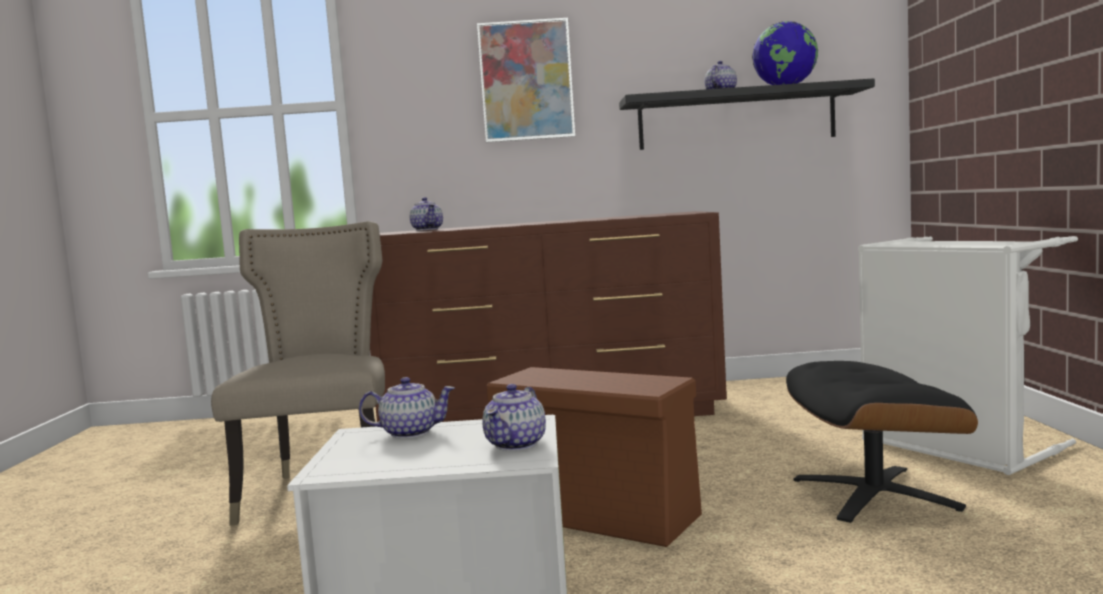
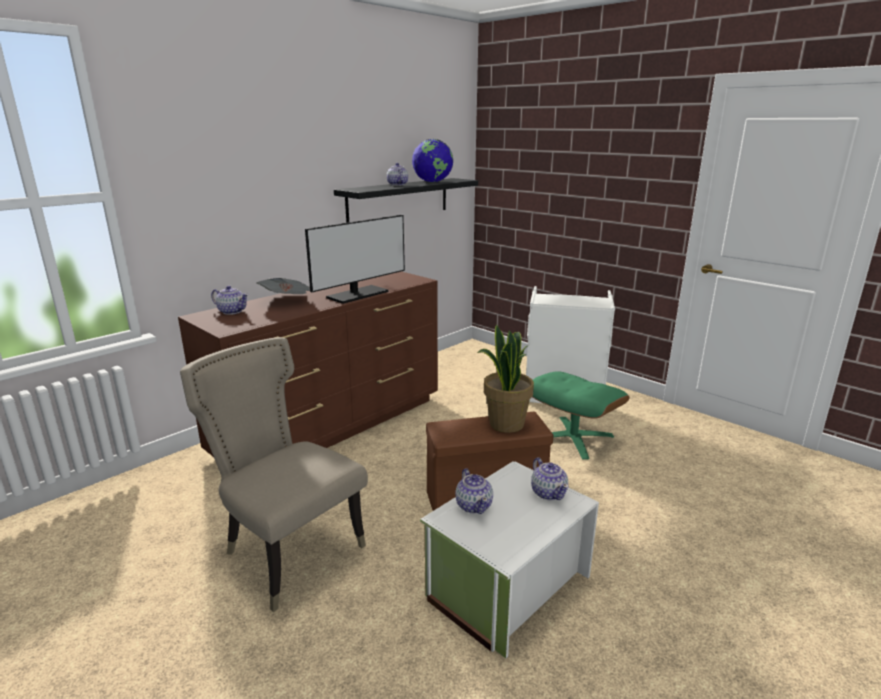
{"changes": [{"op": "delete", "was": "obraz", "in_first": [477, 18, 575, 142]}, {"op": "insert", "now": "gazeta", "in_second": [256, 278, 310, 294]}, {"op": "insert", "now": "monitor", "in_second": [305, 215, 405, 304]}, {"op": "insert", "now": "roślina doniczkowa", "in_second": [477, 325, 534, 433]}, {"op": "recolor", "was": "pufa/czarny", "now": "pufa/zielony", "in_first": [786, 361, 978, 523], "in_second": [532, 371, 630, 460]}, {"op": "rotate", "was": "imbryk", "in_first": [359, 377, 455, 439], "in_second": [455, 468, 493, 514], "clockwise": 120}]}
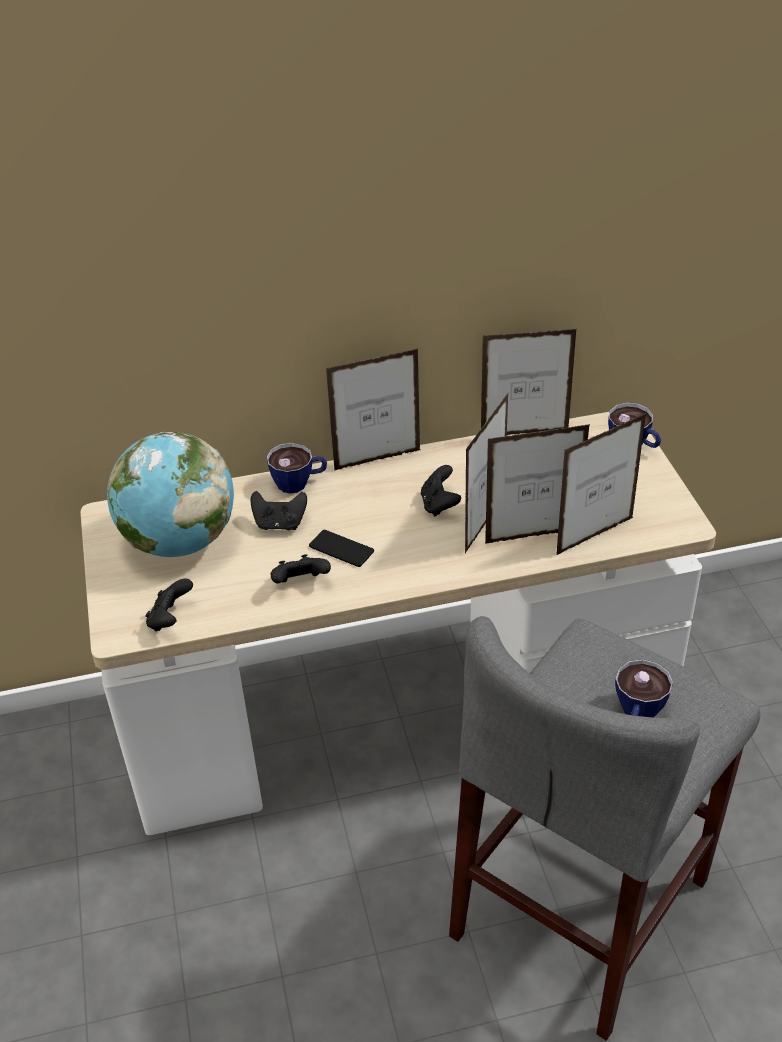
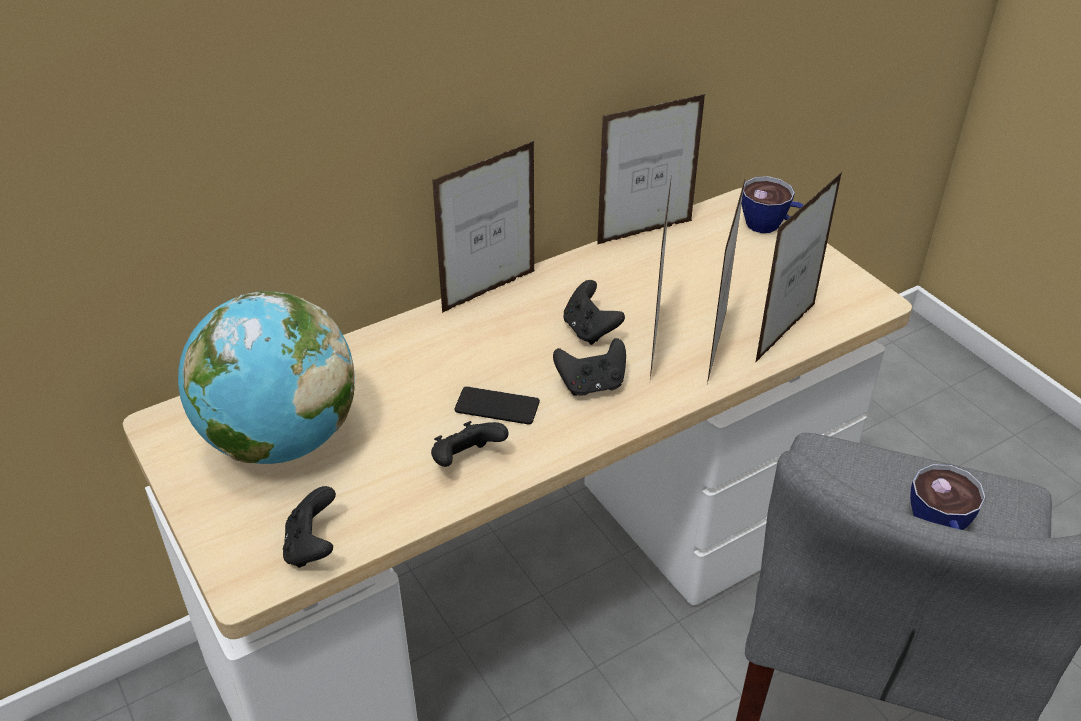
{"changes": [{"op": "delete", "was": "filiżanka", "in_first": [267, 443, 327, 494]}, {"op": "move", "was": "pad do gier/czarny", "in_first": [250, 491, 307, 530], "in_second": [553, 338, 626, 396]}, {"op": "rotate", "was": "ramka na zdjęcie", "in_first": [485, 424, 590, 544], "in_second": [707, 180, 745, 383], "clockwise": 135}]}
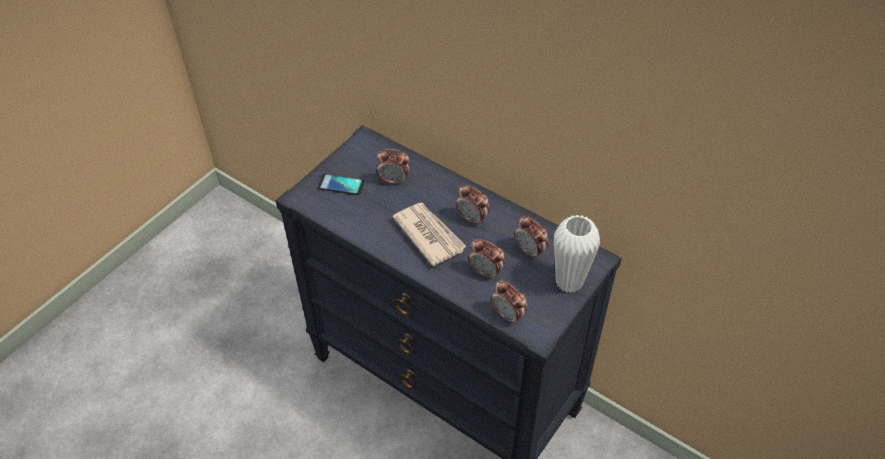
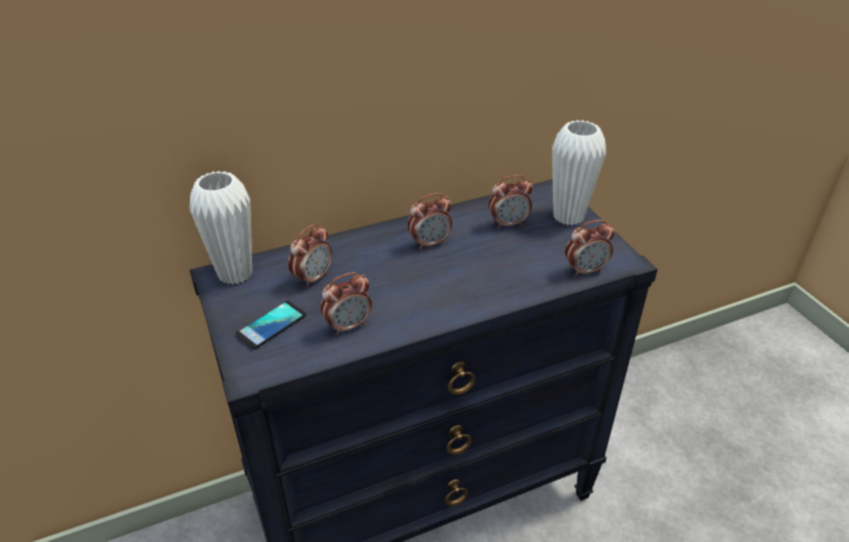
{"changes": [{"op": "delete", "was": "gazeta", "in_first": [393, 203, 467, 266]}, {"op": "insert", "now": "wazon/biały", "in_second": [190, 171, 252, 285]}, {"op": "move", "was": "budzik", "in_first": [468, 239, 505, 280], "in_second": [320, 272, 372, 336]}]}
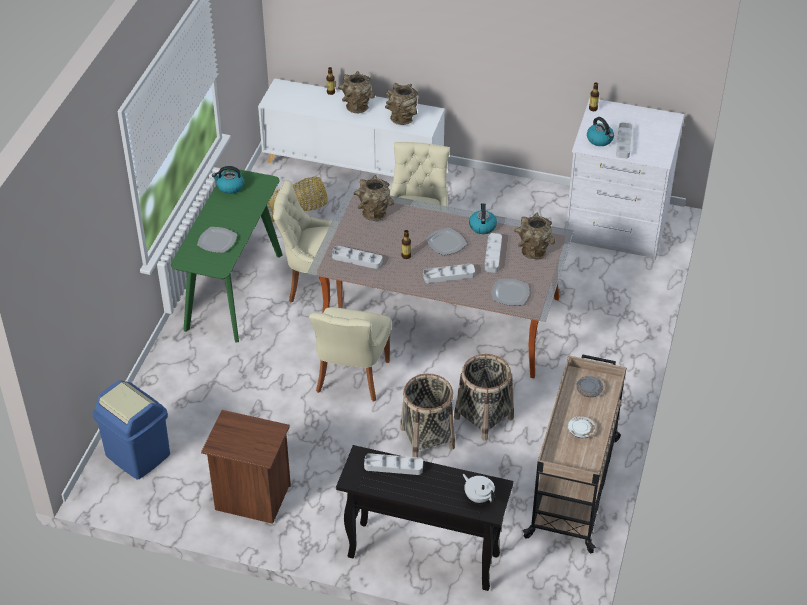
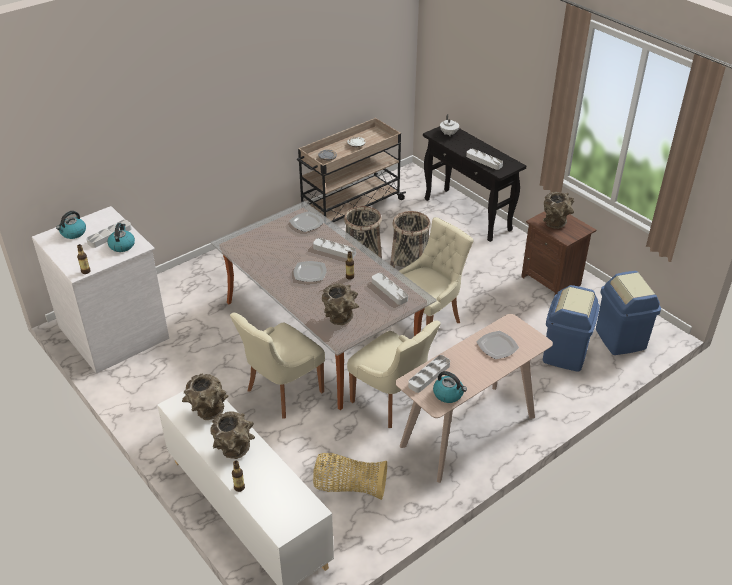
{"changes": [{"op": "insert", "now": "kosz na śmieci/niebieski", "in_second": [543, 285, 600, 372]}, {"op": "move", "was": "czajnik", "in_first": [469, 203, 497, 234], "in_second": [56, 211, 86, 239]}, {"op": "move", "was": "taca/szary", "in_first": [484, 233, 502, 273], "in_second": [408, 355, 450, 393]}, {"op": "move", "was": "wazon/brązowy", "in_first": [514, 213, 555, 260], "in_second": [543, 192, 574, 229]}, {"op": "recolor", "was": "stolik konsolowy/zielony", "now": "stolik konsolowy/beżowy", "in_first": [171, 169, 283, 343], "in_second": [395, 314, 553, 483]}]}
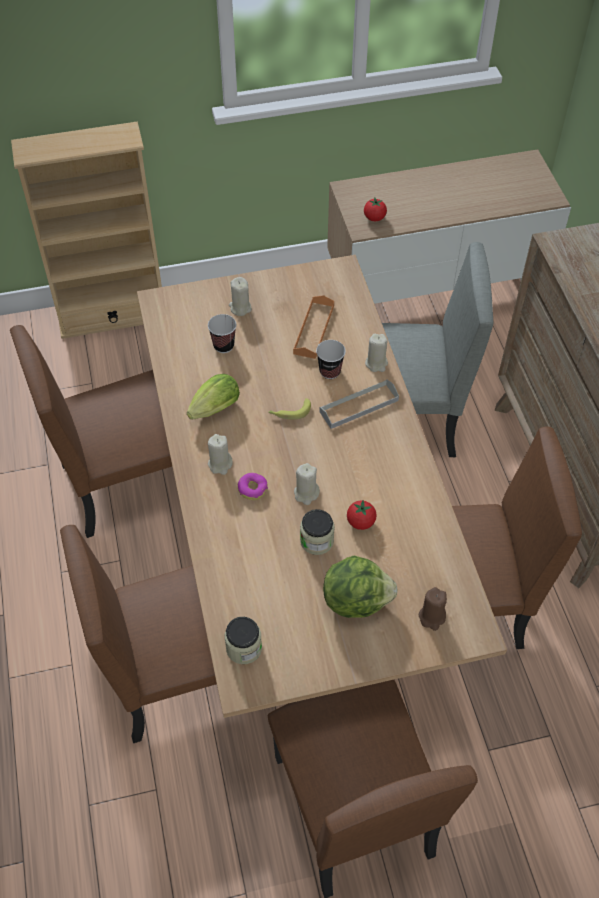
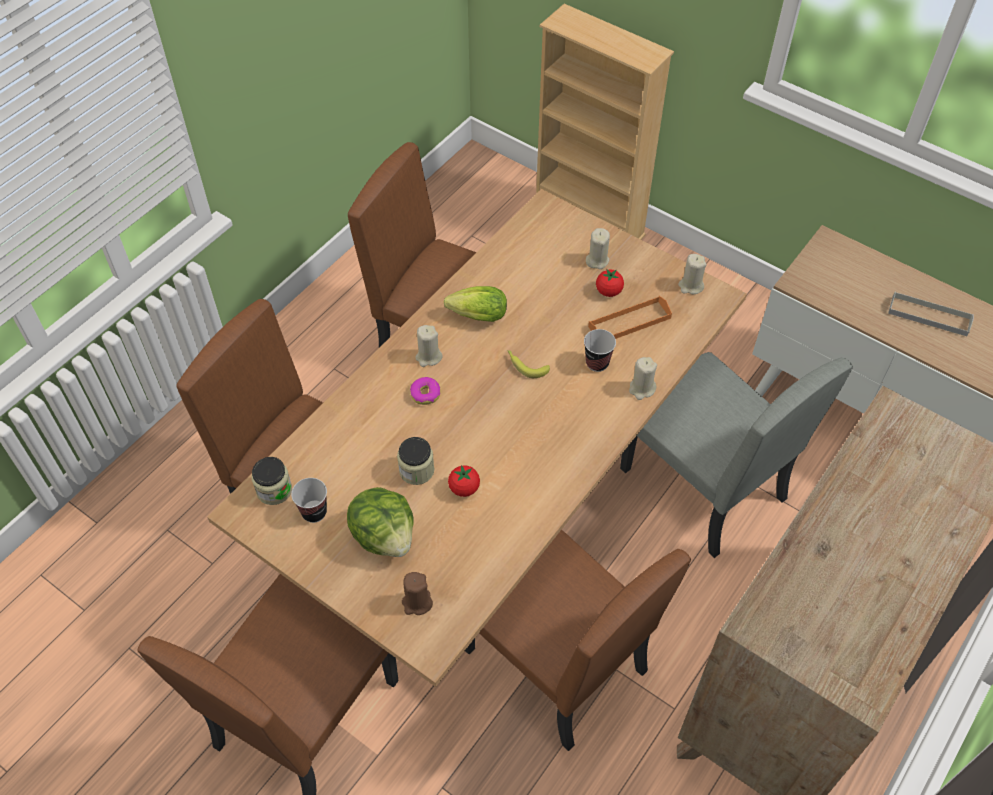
{"changes": [{"op": "move", "was": "filiżanka", "in_first": [208, 314, 236, 353], "in_second": [291, 478, 327, 523]}, {"op": "move", "was": "świeca/beżowy", "in_first": [294, 463, 320, 505], "in_second": [678, 254, 706, 294]}, {"op": "move", "was": "taca/szary", "in_first": [319, 379, 399, 429], "in_second": [888, 291, 974, 336]}, {"op": "move", "was": "pomidor", "in_first": [364, 197, 387, 221], "in_second": [596, 269, 624, 297]}]}
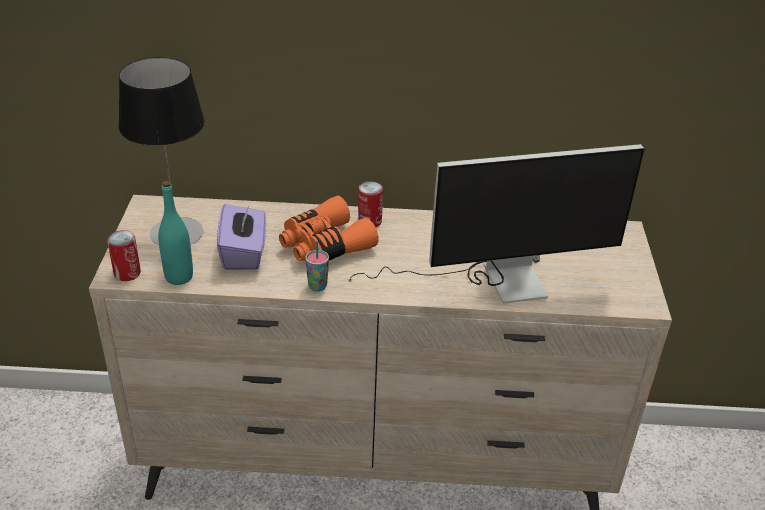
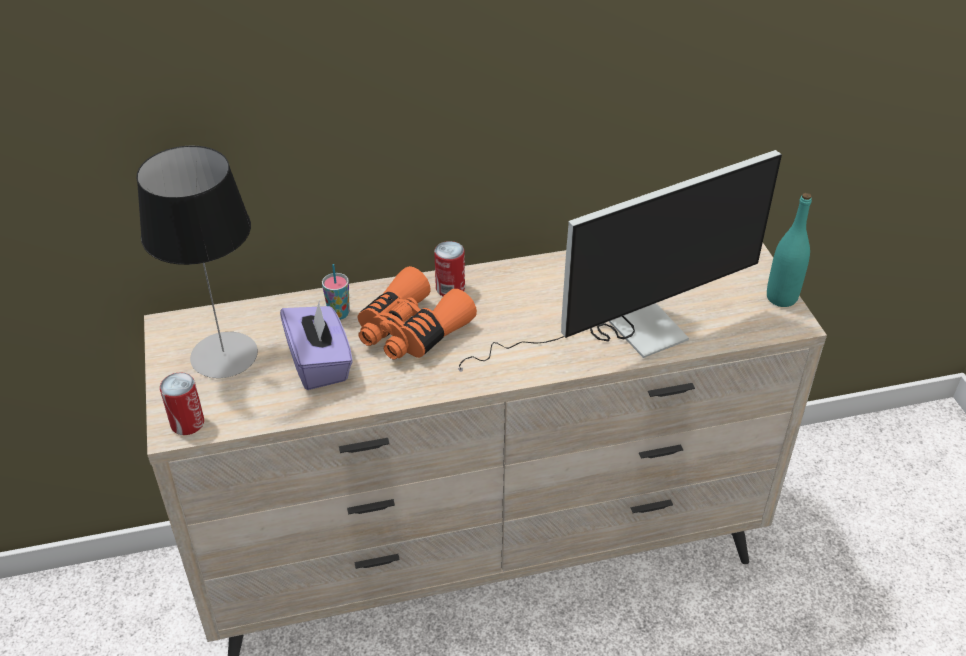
{"changes": [{"op": "move", "was": "butelka/turkusowy", "in_first": [158, 181, 193, 285], "in_second": [767, 193, 812, 307]}, {"op": "move", "was": "filiżanka", "in_first": [305, 241, 329, 292], "in_second": [322, 264, 350, 320]}]}
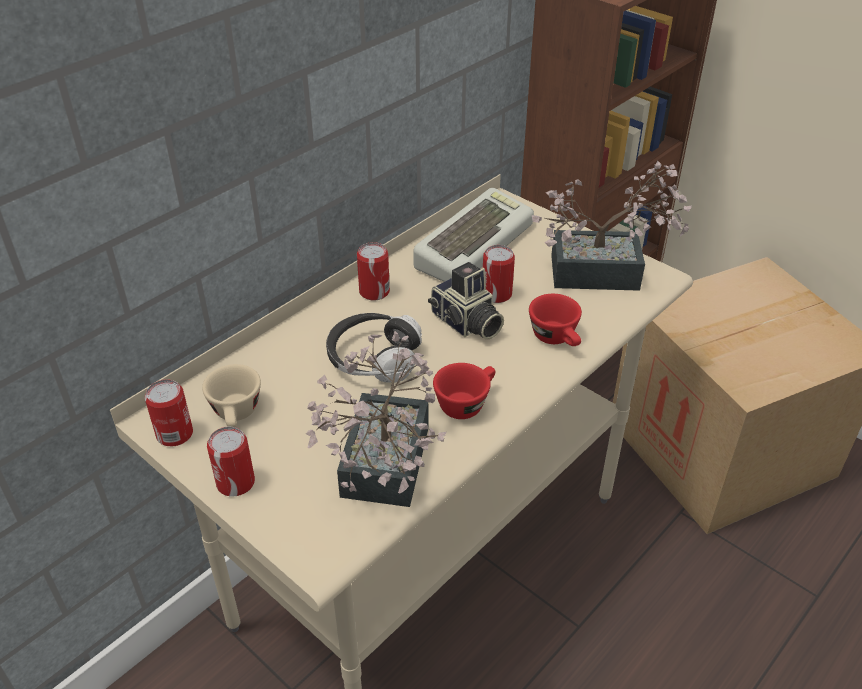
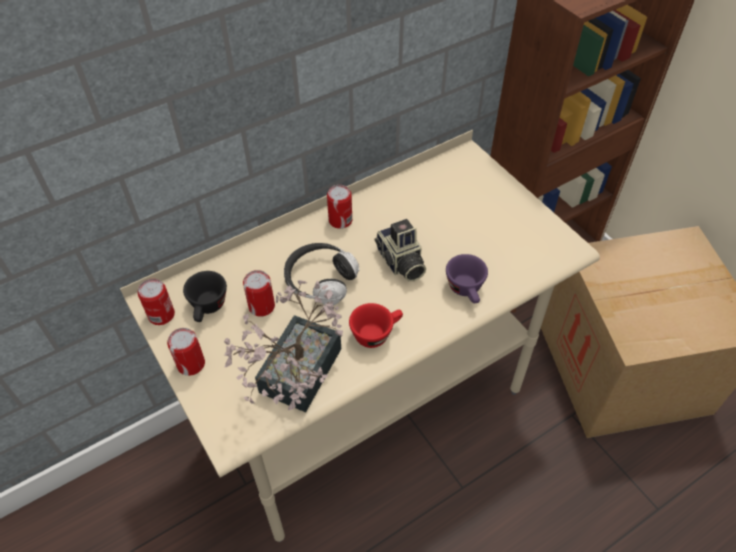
{"changes": [{"op": "delete", "was": "klawiatura", "in_first": [414, 188, 534, 282]}, {"op": "delete", "was": "roślina doniczkowa", "in_first": [532, 161, 692, 291]}, {"op": "move", "was": "puszka", "in_first": [483, 245, 515, 303], "in_second": [243, 270, 275, 317]}, {"op": "recolor", "was": "filiżanka/beżowy", "now": "filiżanka/czarny", "in_first": [202, 364, 261, 427], "in_second": [183, 271, 227, 322]}, {"op": "recolor", "was": "filiżanka/czerwony", "now": "filiżanka/fioletowy", "in_first": [529, 294, 582, 346], "in_second": [446, 254, 488, 303]}]}
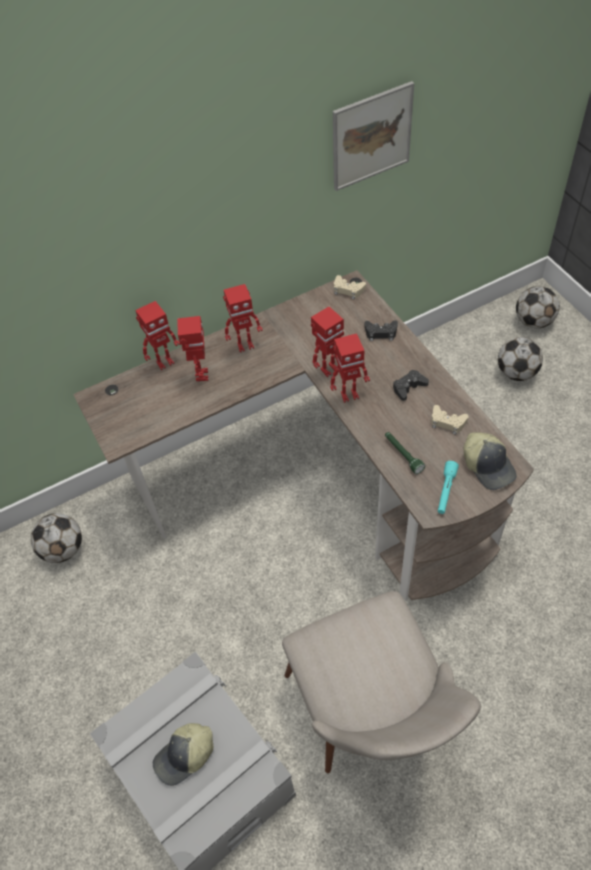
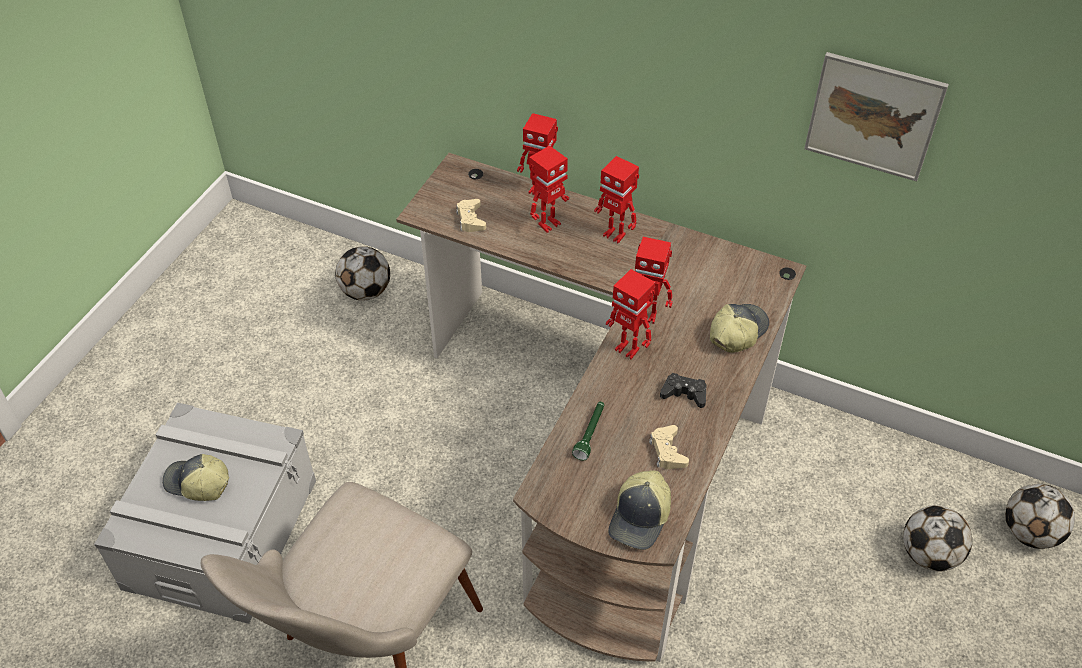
{"changes": [{"op": "delete", "was": "latarka/turkusowy", "in_first": [438, 461, 459, 514]}, {"op": "move", "was": "pad do gier/beżowy", "in_first": [334, 275, 366, 300], "in_second": [456, 199, 486, 232]}, {"op": "replace", "was": "pad do gier/czarny", "now": "czapka z daszkiem", "in_first": [364, 320, 398, 341], "in_second": [710, 304, 769, 353]}]}
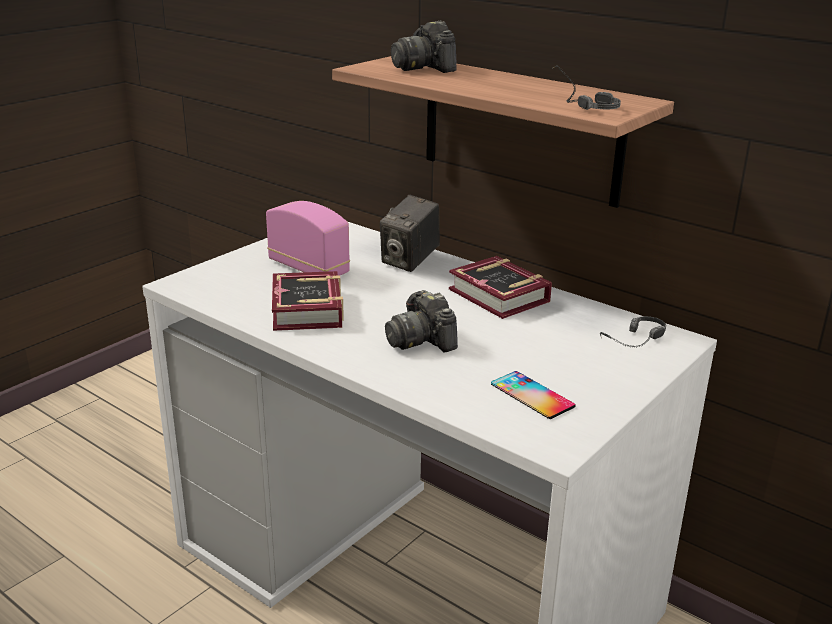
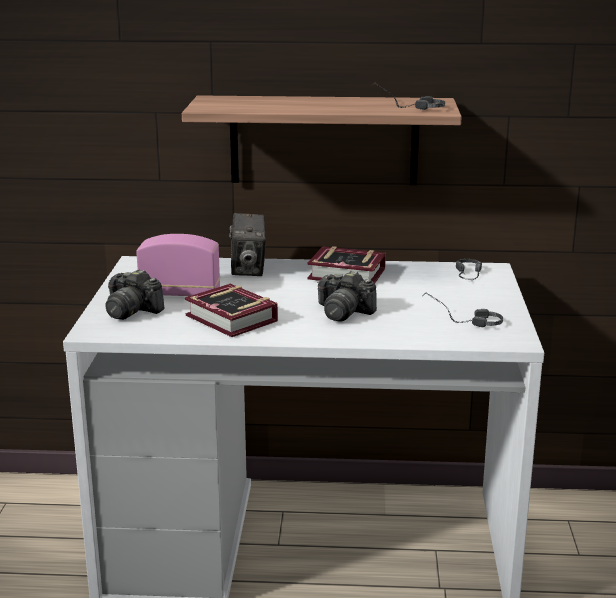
{"changes": [{"op": "move", "was": "aparat fotograficzny", "in_first": [391, 21, 457, 73], "in_second": [105, 269, 165, 320]}, {"op": "replace", "was": "telefon", "now": "słuchawki", "in_first": [491, 371, 576, 419], "in_second": [424, 292, 503, 327]}]}
